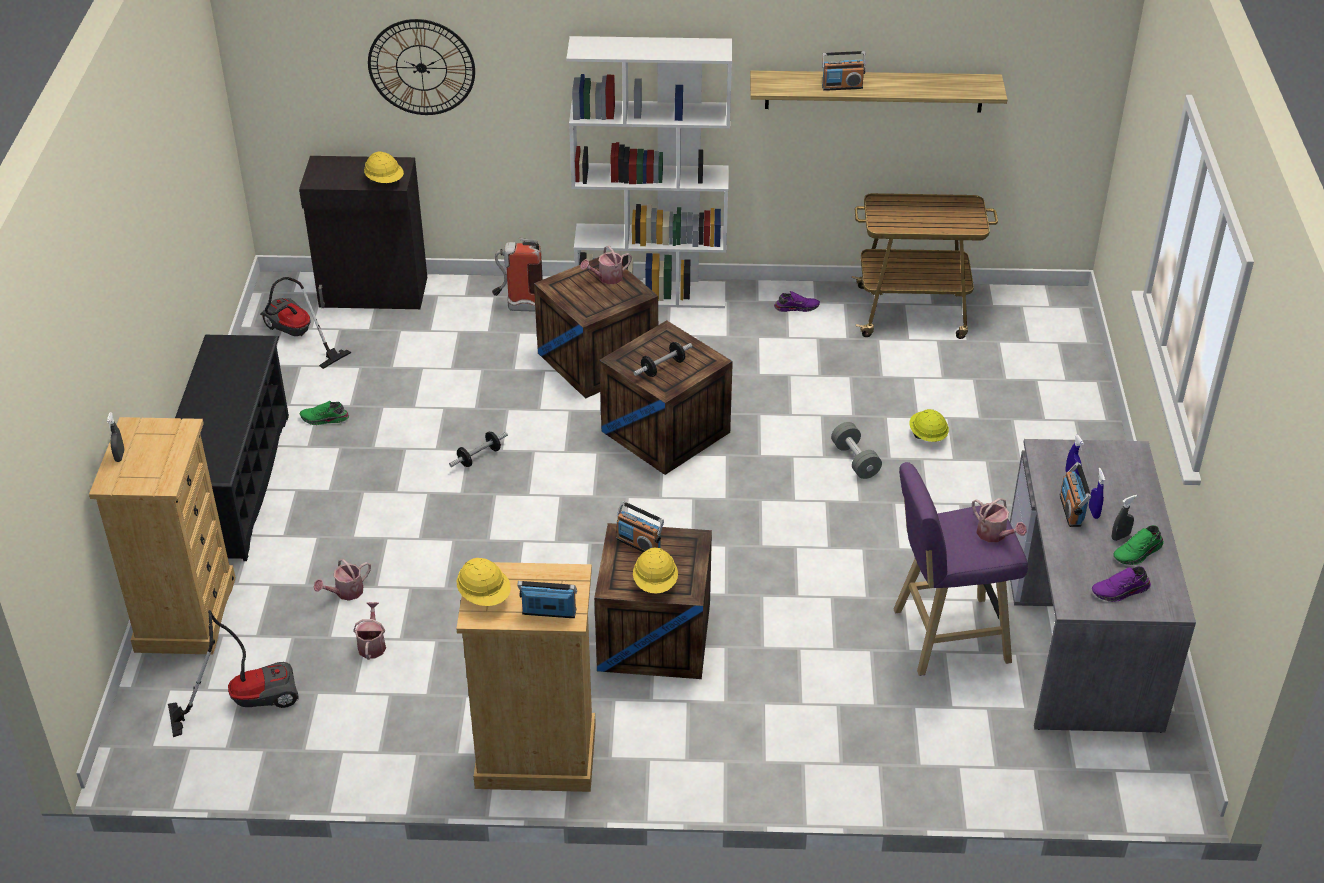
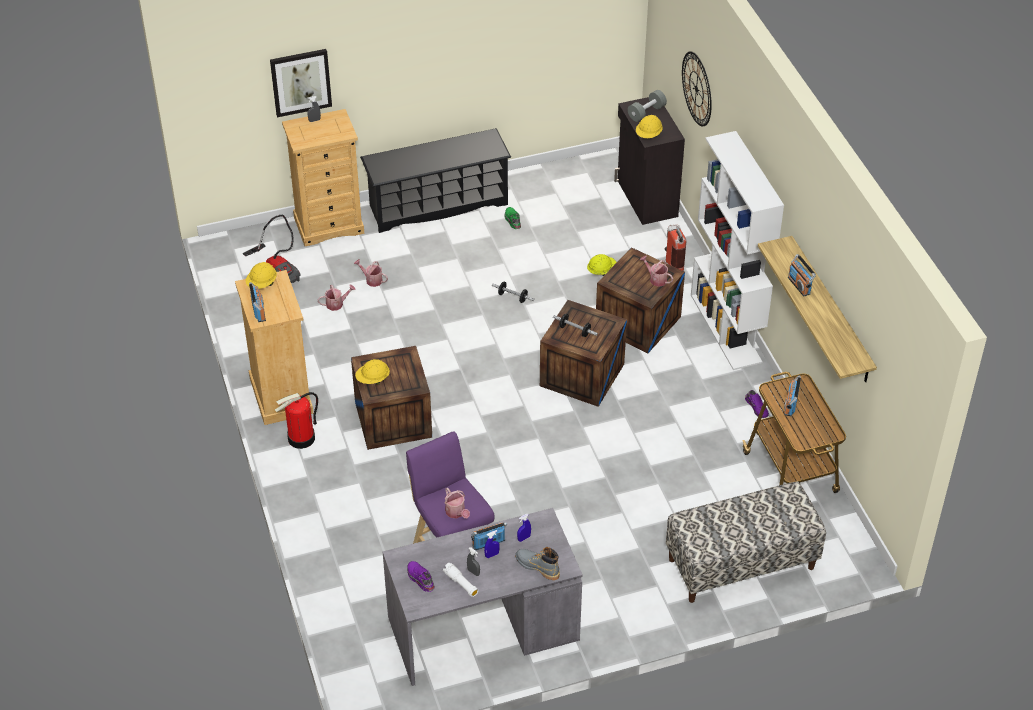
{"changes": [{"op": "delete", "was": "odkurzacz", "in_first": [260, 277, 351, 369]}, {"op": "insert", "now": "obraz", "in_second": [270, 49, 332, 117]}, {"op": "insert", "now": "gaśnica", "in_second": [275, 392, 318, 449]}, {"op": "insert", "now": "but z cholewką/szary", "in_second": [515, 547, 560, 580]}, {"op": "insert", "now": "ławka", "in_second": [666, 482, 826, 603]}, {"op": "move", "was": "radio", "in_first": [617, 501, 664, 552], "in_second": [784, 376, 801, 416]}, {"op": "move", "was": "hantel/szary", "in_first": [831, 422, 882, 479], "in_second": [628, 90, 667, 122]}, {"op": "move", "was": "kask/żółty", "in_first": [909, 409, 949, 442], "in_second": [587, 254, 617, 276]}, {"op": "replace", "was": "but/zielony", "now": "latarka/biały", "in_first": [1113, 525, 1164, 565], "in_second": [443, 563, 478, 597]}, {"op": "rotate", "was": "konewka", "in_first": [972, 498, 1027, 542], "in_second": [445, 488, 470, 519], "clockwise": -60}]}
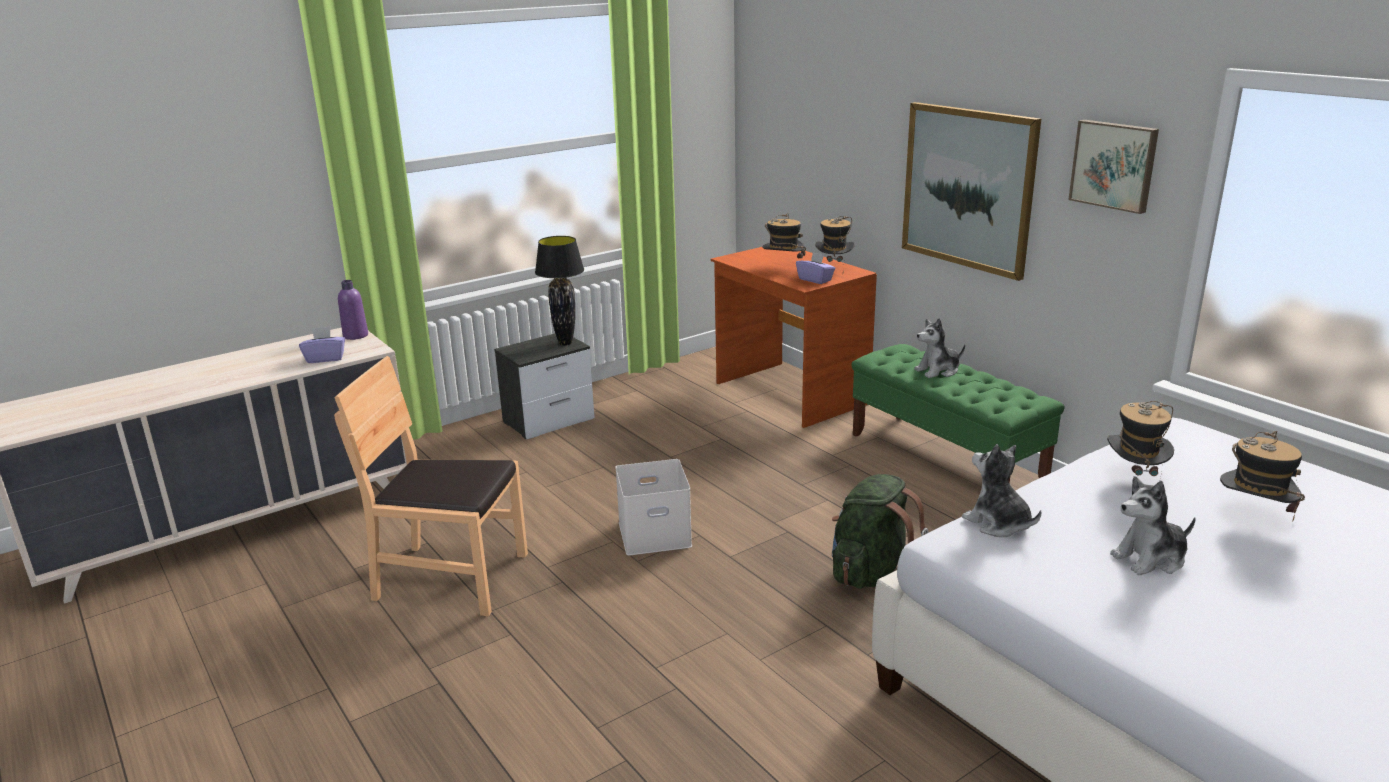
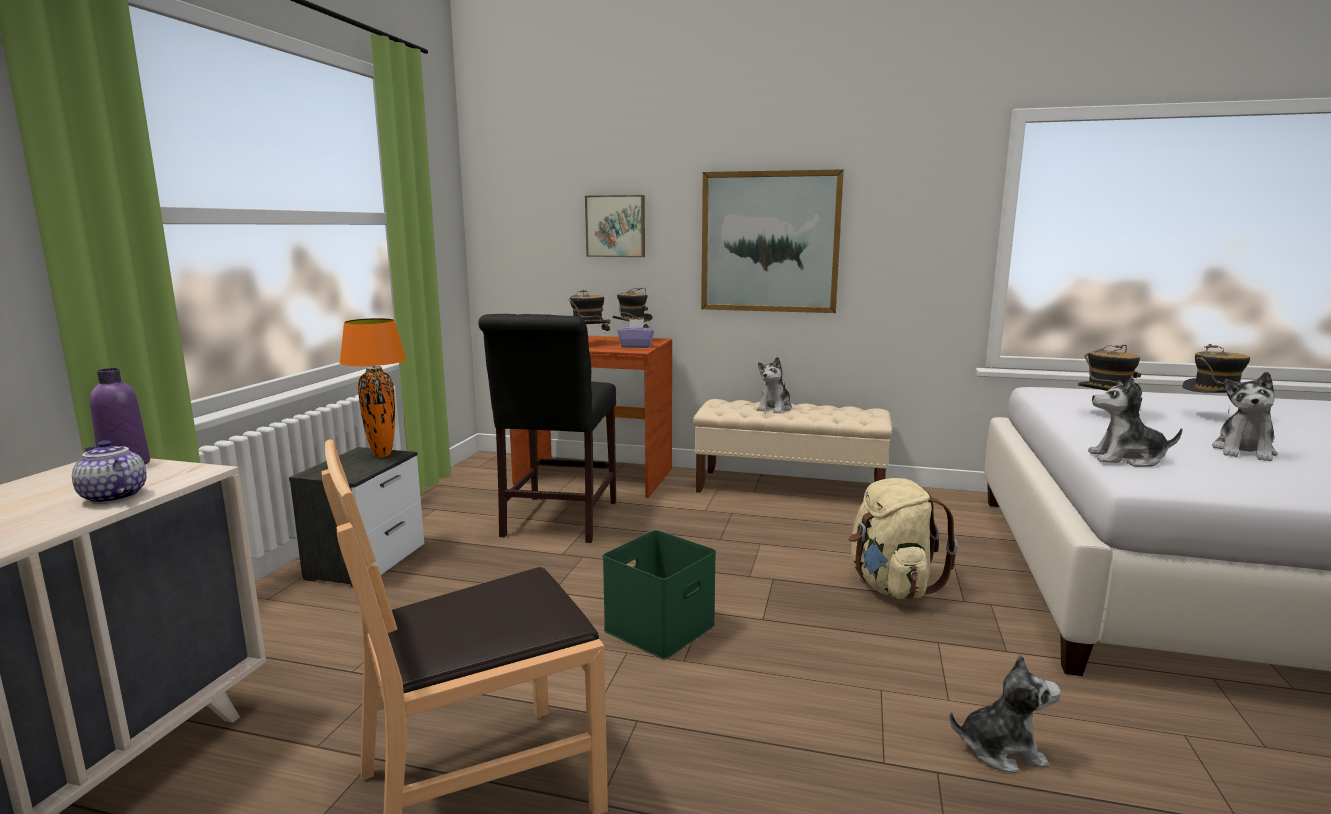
{"changes": [{"op": "insert", "now": "krzesło/czarny", "in_second": [478, 314, 616, 543]}, {"op": "insert", "now": "pluszak", "in_second": [949, 654, 1061, 773]}, {"op": "move", "was": "obraz", "in_first": [1068, 120, 1159, 214], "in_second": [585, 195, 645, 257]}, {"op": "replace", "was": "pudełko chusteczek/fioletowy", "now": "imbryk", "in_first": [299, 327, 345, 363], "in_second": [72, 440, 147, 504]}, {"op": "recolor", "was": "lampa stołowa/czarny", "now": "lampa stołowa/pomarańczowy", "in_first": [535, 236, 584, 346], "in_second": [339, 318, 406, 457]}, {"op": "recolor", "was": "pojemnik do przechowywania/biały", "now": "pojemnik do przechowywania/zielony", "in_first": [615, 459, 692, 555], "in_second": [603, 530, 716, 660]}, {"op": "recolor", "was": "plecak/zielony", "now": "plecak/beżowy", "in_first": [832, 474, 929, 589], "in_second": [849, 478, 958, 599]}, {"op": "recolor", "was": "ławka/zielony", "now": "ławka/beżowy", "in_first": [851, 344, 1065, 483], "in_second": [693, 399, 892, 493]}]}
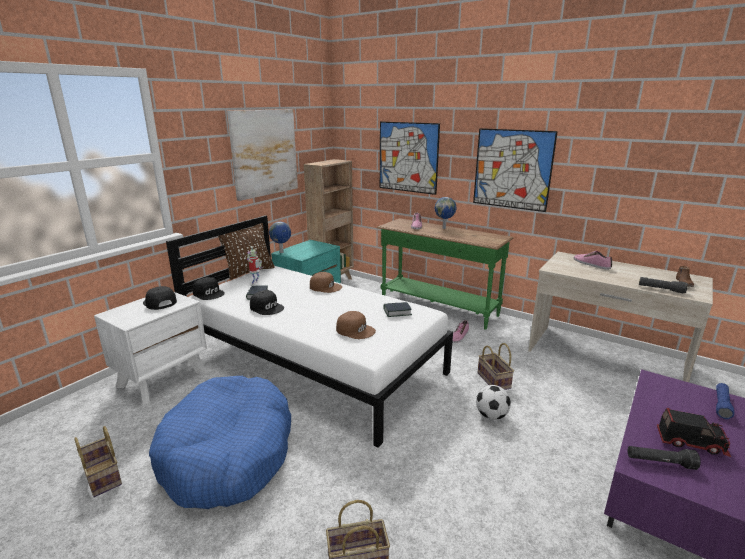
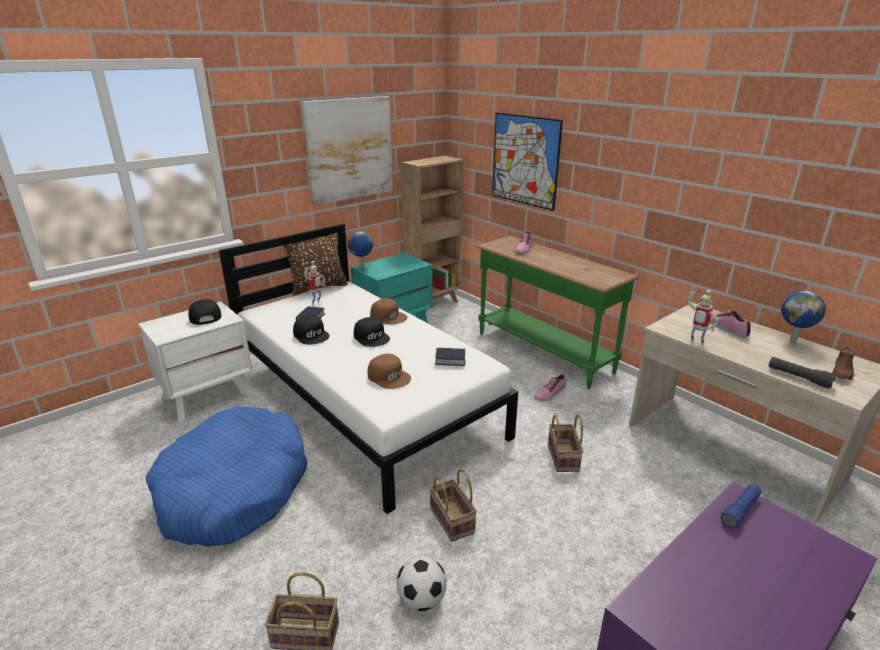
{"changes": [{"op": "delete", "was": "obraz", "in_first": [473, 128, 558, 212]}, {"op": "delete", "was": "latarka/czarny", "in_first": [628, 446, 701, 470]}, {"op": "delete", "was": "ciężarówka zabawkowa", "in_first": [657, 408, 731, 457]}, {"op": "insert", "now": "robot zabawkowy", "in_second": [686, 290, 720, 346]}, {"op": "move", "was": "koszyk", "in_first": [74, 426, 122, 497], "in_second": [429, 469, 477, 542]}, {"op": "move", "was": "czapka z daszkiem/czarny", "in_first": [193, 277, 225, 300], "in_second": [354, 317, 390, 347]}, {"op": "move", "was": "globus", "in_first": [435, 197, 456, 229], "in_second": [781, 291, 826, 343]}, {"op": "move", "was": "piłka futbolowa", "in_first": [476, 385, 511, 420], "in_second": [396, 556, 447, 611]}, {"op": "move", "was": "latarka/niebieski", "in_first": [716, 383, 734, 419], "in_second": [721, 484, 761, 528]}]}
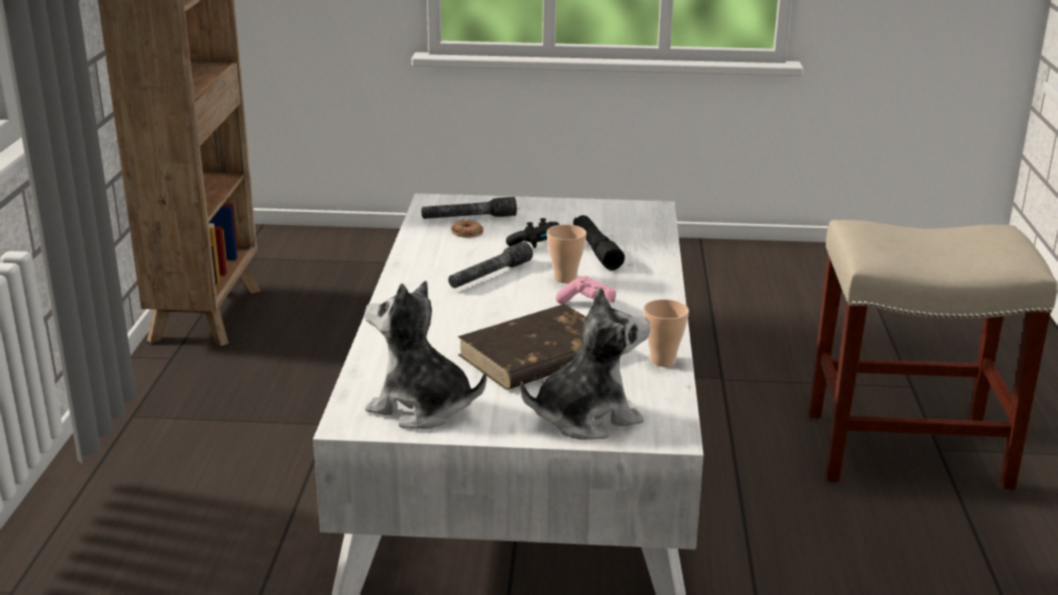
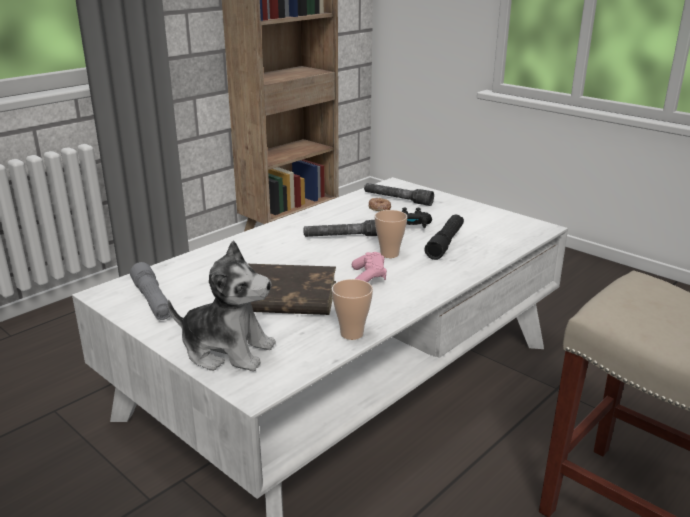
{"changes": [{"op": "replace", "was": "pluszak", "now": "latarka/szary", "in_first": [365, 281, 487, 429], "in_second": [130, 262, 172, 320]}]}
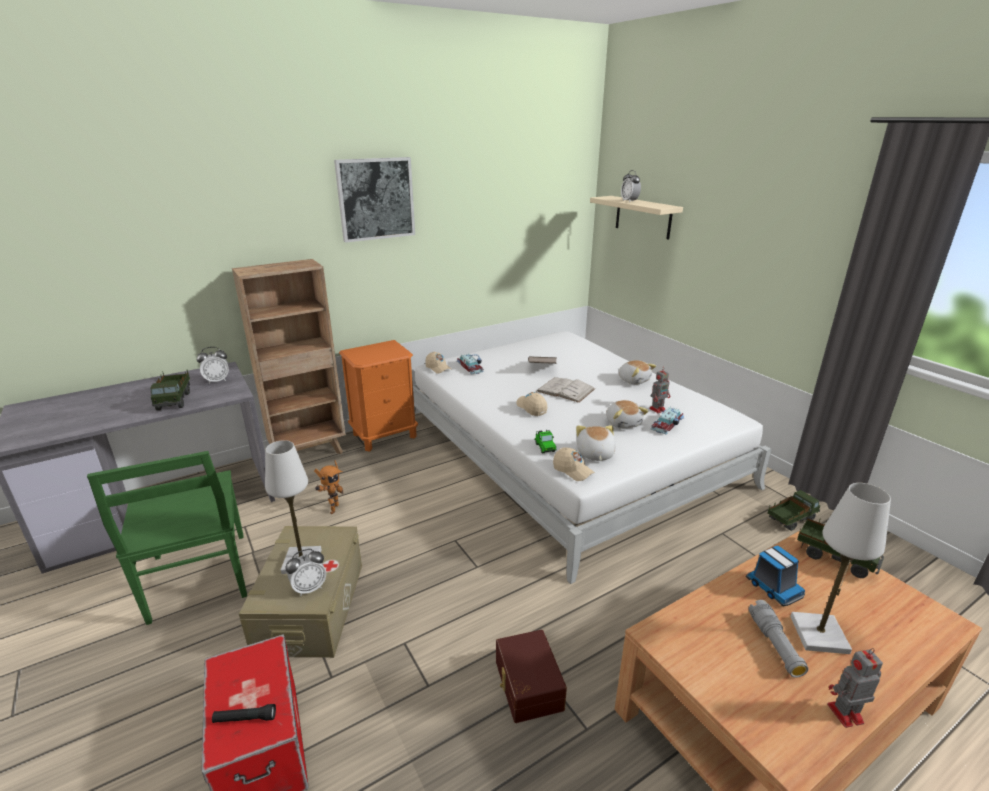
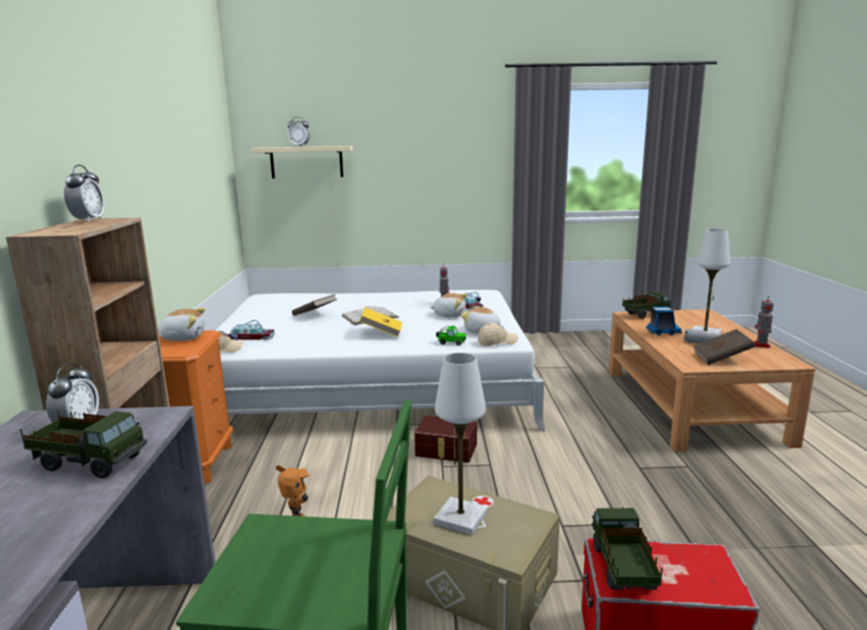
{"changes": [{"op": "delete", "was": "latarka/czarny", "in_first": [212, 704, 276, 723]}, {"op": "delete", "was": "obraz", "in_first": [334, 157, 415, 243]}, {"op": "insert", "now": "książka/brązowy", "in_second": [693, 329, 755, 365]}, {"op": "move", "was": "budzik", "in_first": [285, 549, 326, 596], "in_second": [64, 165, 105, 222]}, {"op": "move", "was": "pojemnik do przechowywania/brązowy", "in_first": [496, 630, 567, 723], "in_second": [414, 416, 477, 463]}, {"op": "move", "was": "pluszak", "in_first": [619, 360, 656, 385], "in_second": [158, 308, 205, 341]}, {"op": "move", "was": "ciężarówka zabawkowa", "in_first": [768, 490, 820, 531], "in_second": [592, 507, 663, 590]}, {"op": "replace", "was": "czapka z daszkiem/beżowy", "now": "książka/żółty", "in_first": [516, 392, 547, 416], "in_second": [359, 307, 402, 337]}]}
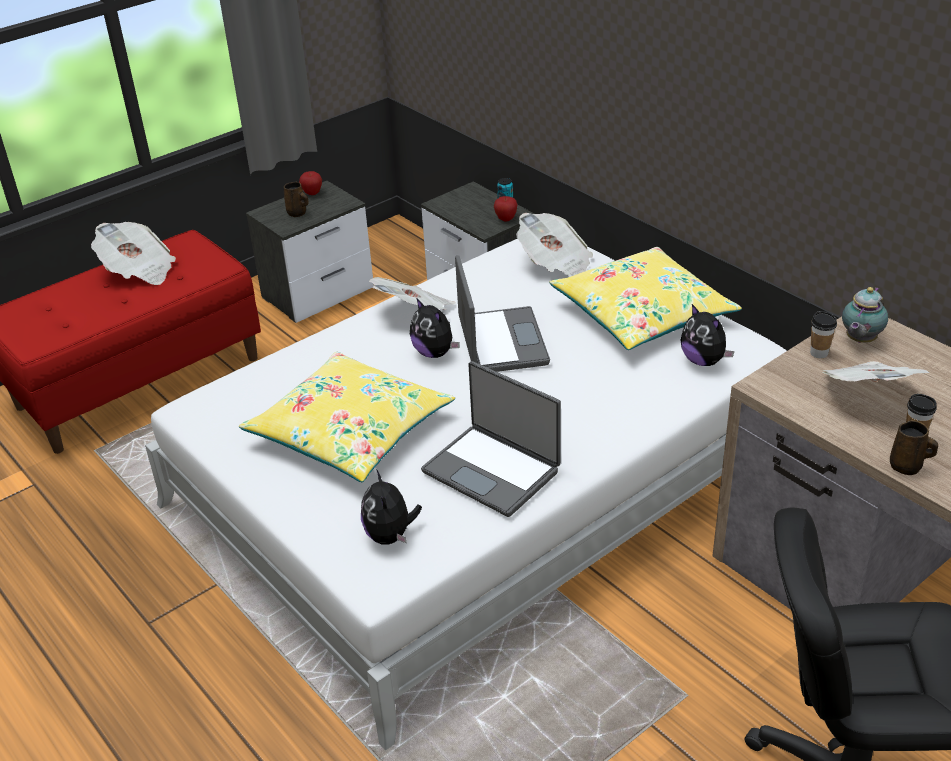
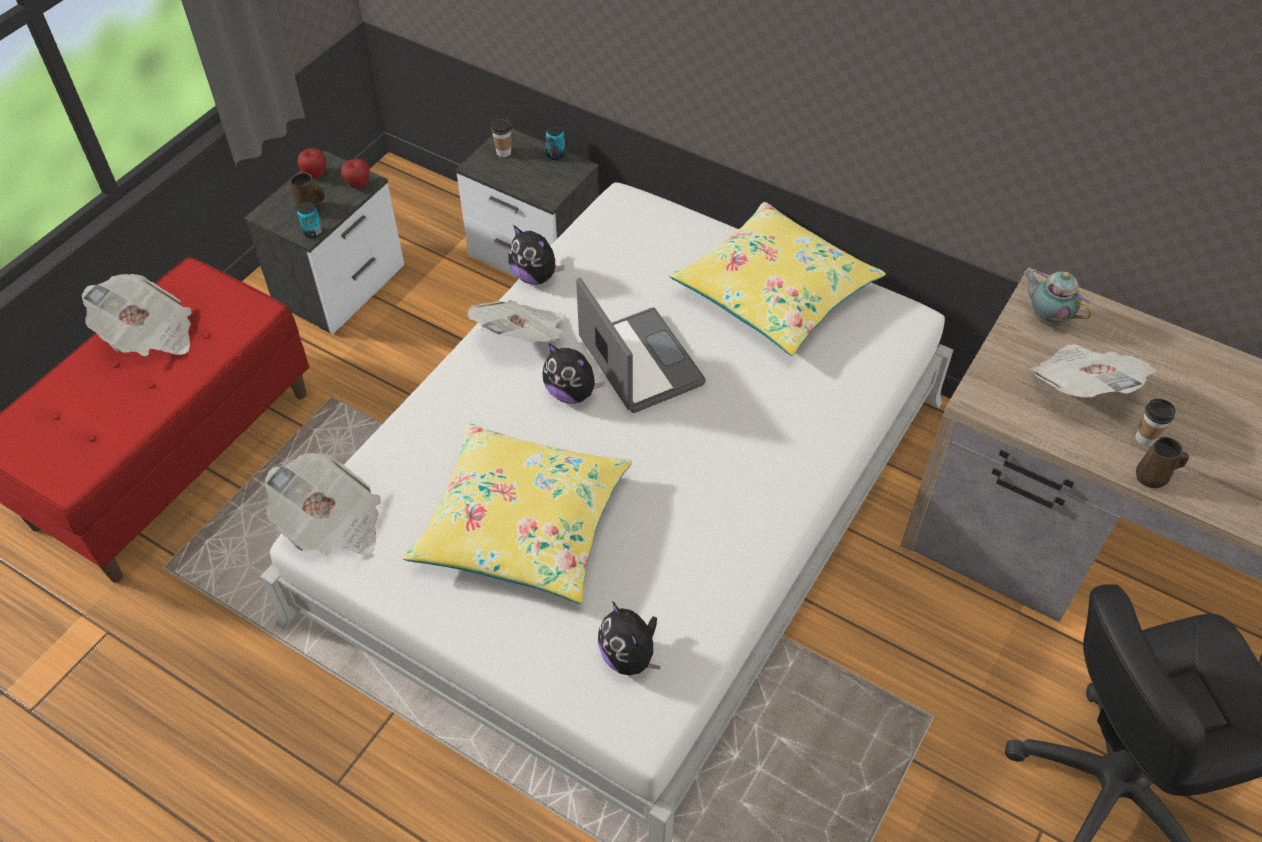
{"changes": [{"op": "delete", "was": "laptop", "in_first": [421, 361, 561, 517]}, {"op": "insert", "now": "puszka", "in_second": [297, 202, 323, 238]}, {"op": "move", "was": "jabłko", "in_first": [494, 196, 518, 221], "in_second": [341, 159, 370, 188]}, {"op": "move", "was": "gazeta", "in_first": [516, 213, 593, 277], "in_second": [265, 453, 381, 555]}, {"op": "move", "was": "pluszak", "in_first": [680, 304, 734, 366], "in_second": [508, 225, 565, 285]}, {"op": "move", "was": "filiżanka", "in_first": [810, 311, 837, 358], "in_second": [491, 117, 512, 157]}, {"op": "rotate", "was": "imbryk", "in_first": [842, 287, 888, 343], "in_second": [1023, 269, 1092, 327], "clockwise": 120}]}
